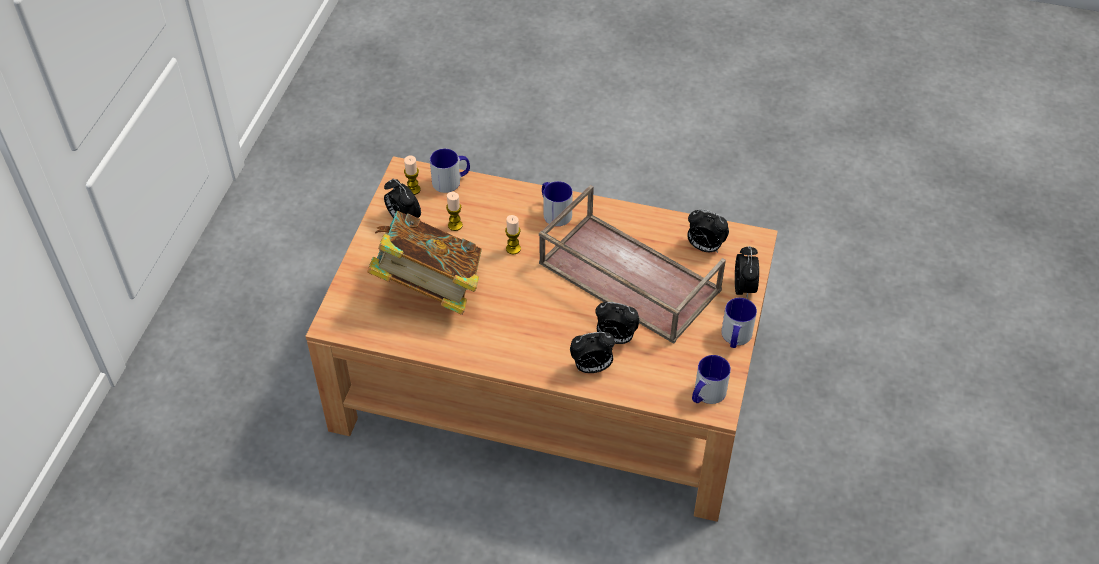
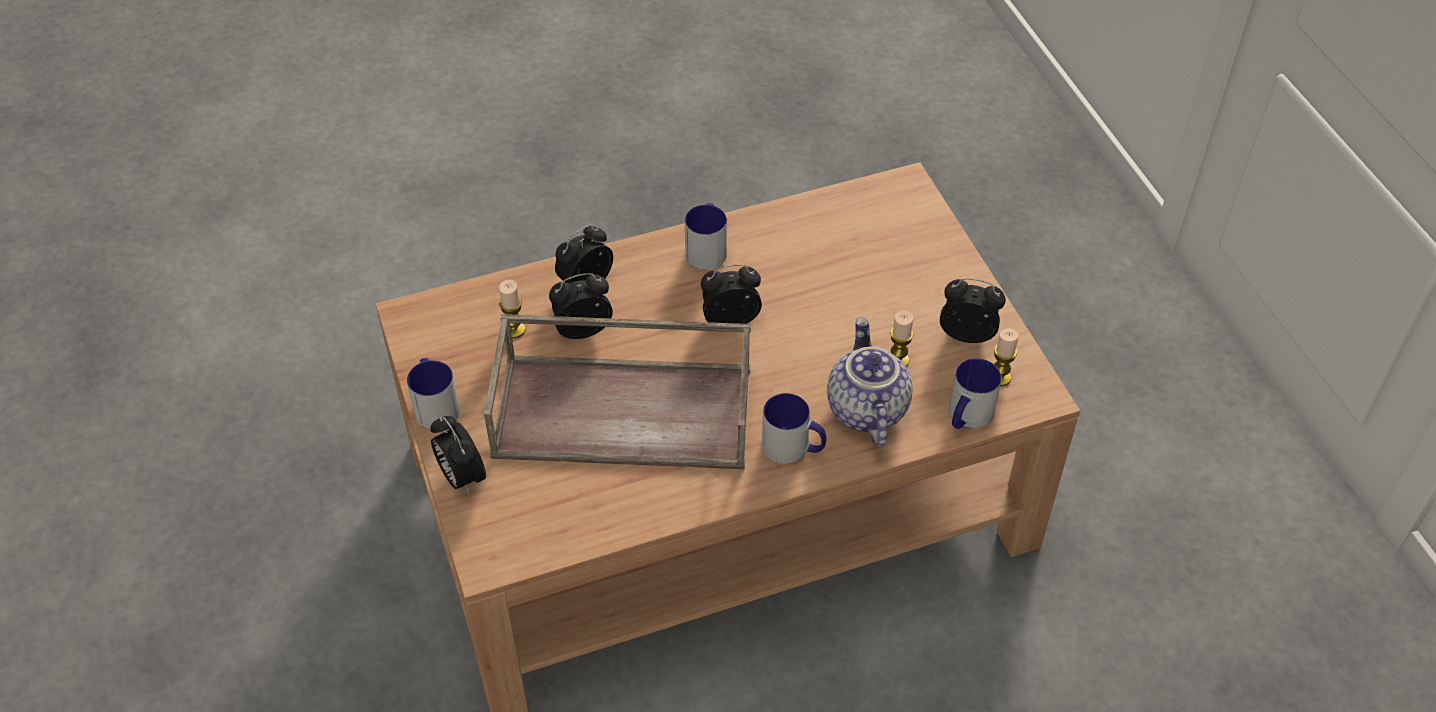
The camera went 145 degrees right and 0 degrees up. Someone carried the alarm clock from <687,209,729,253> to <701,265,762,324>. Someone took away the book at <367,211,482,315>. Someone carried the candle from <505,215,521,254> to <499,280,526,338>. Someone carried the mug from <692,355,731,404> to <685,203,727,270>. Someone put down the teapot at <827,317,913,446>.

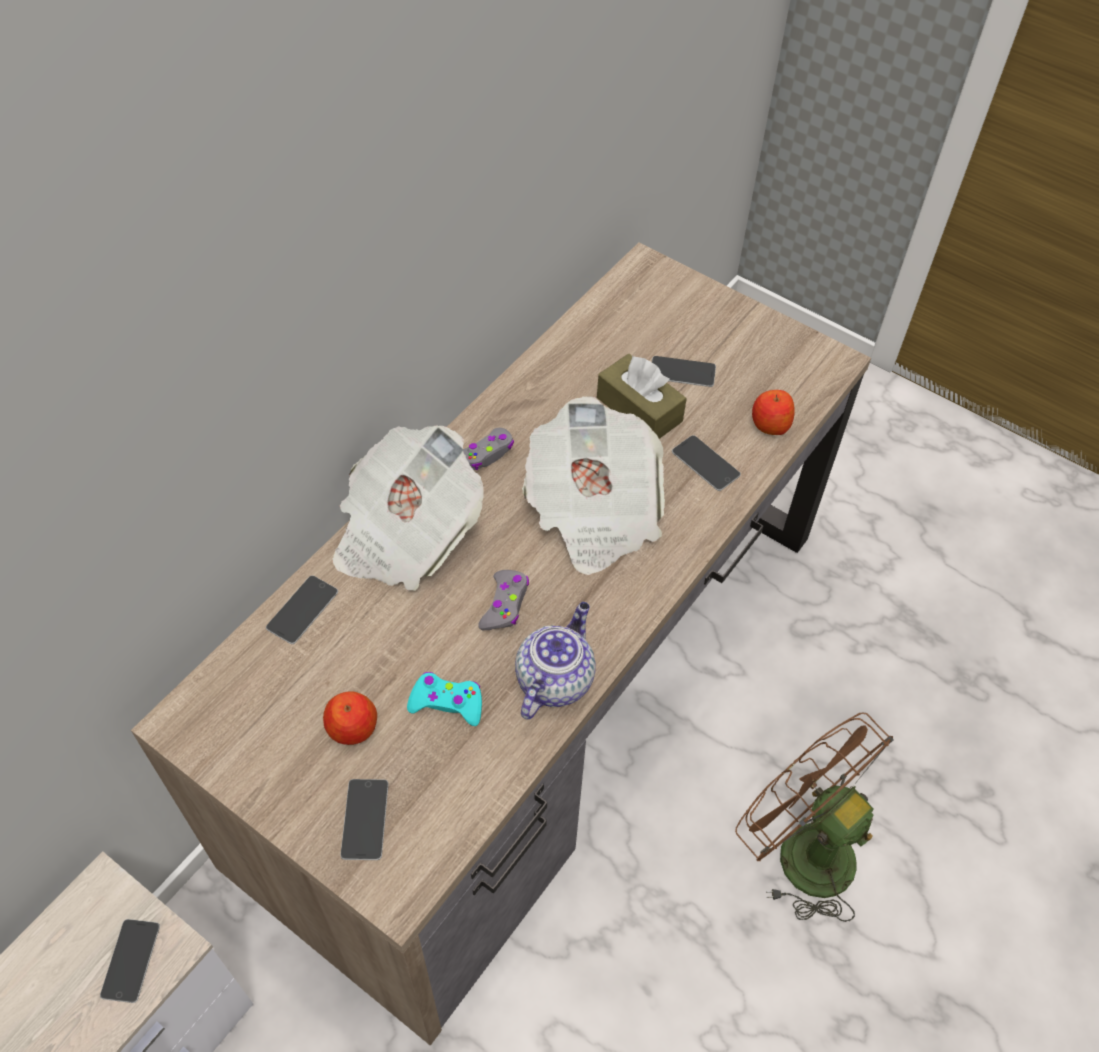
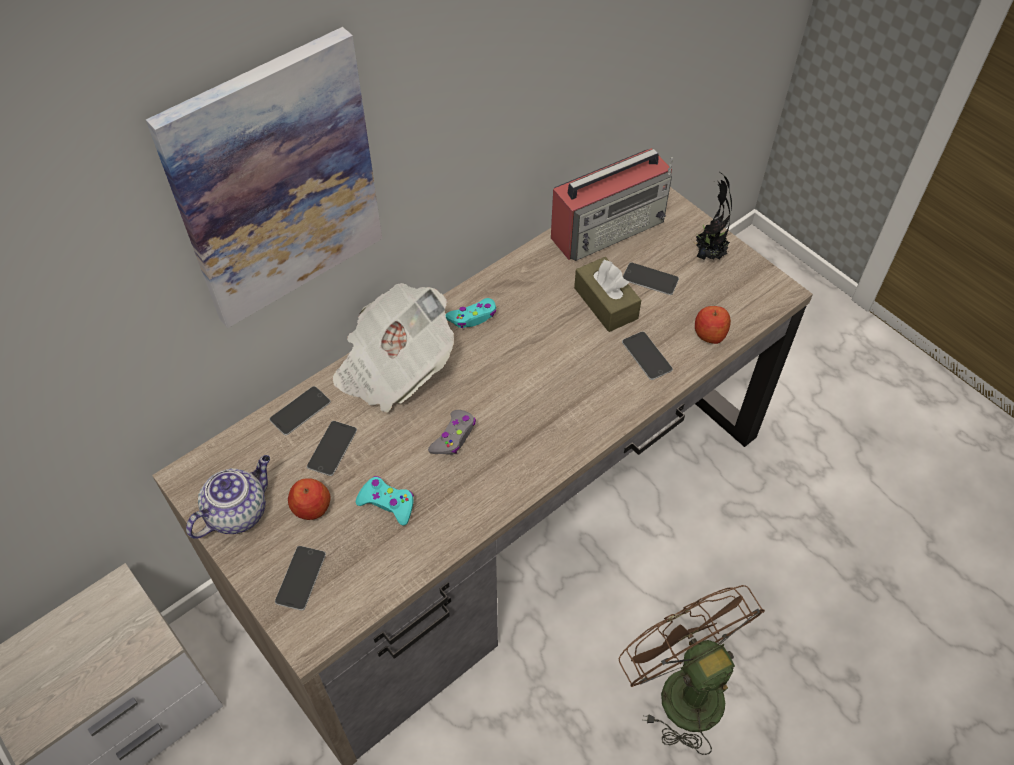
The camera went 15 degrees right and 0 degrees up. Someone took away the newspaper at <522,396,665,575>. Someone repainted the game controller (grey) at <463,428,514,470>, which became the game controller (turquoise) at <446,298,496,328>. Someone carried the teapot from <515,602,596,719> to <186,455,270,539>. Someone carried the phone from <100,919,160,1003> to <307,421,357,476>. Someone put up the picture at <146,27,382,328>. Someone put down the radio at <551,148,673,261>. Someone put down the potted plant at <694,171,732,260>.

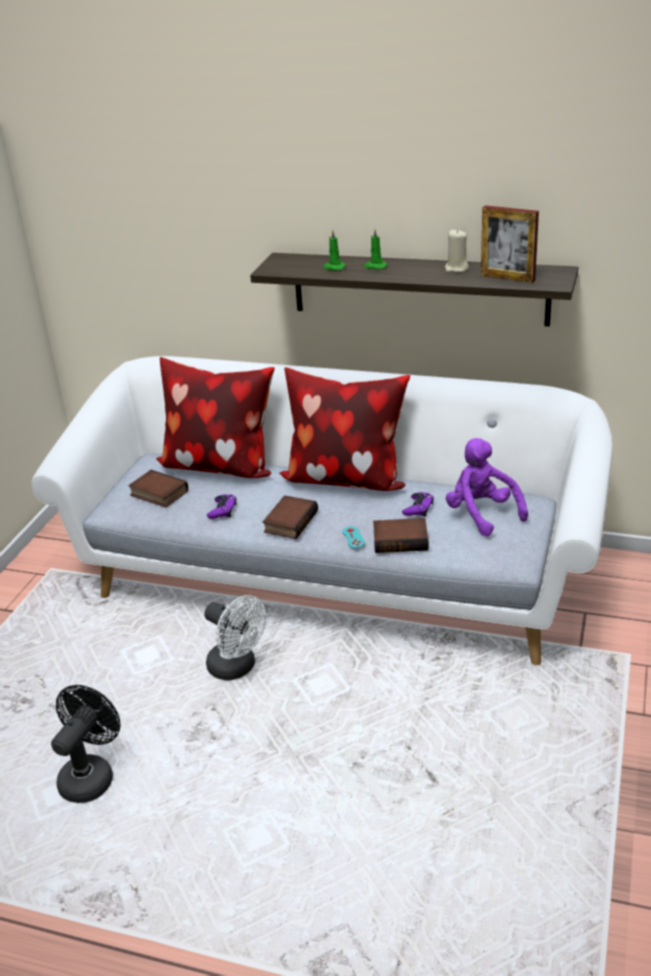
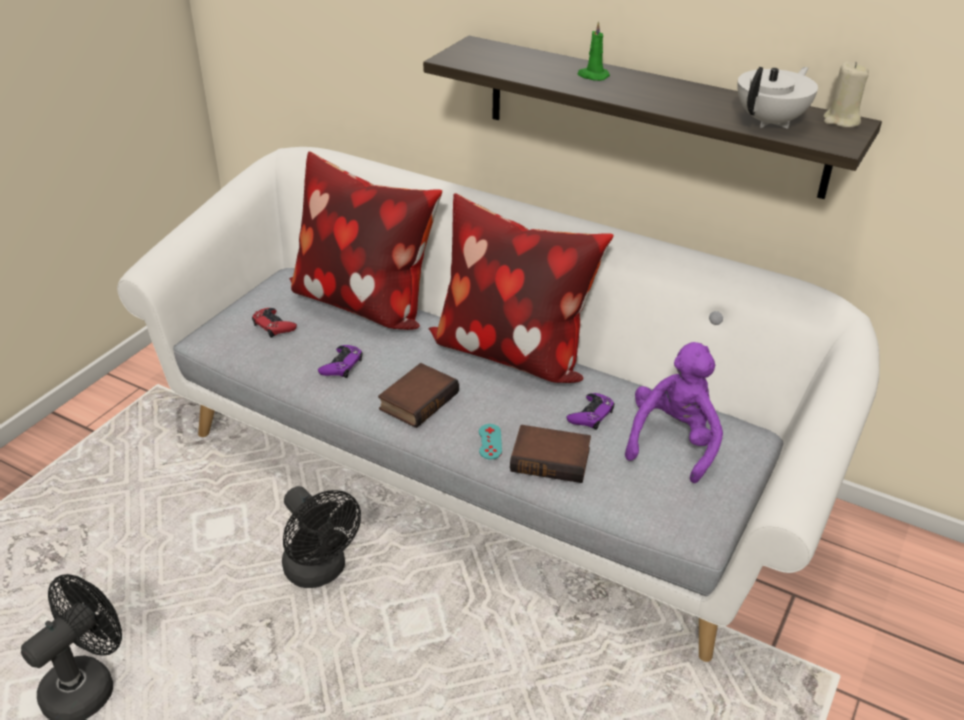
The camera went 10 degrees right and 5 degrees up. Someone swapped the picture frame at <481,205,539,283> for the teapot (white) at <737,67,818,129>. Someone carried the candle (beige) from <445,229,469,272> to <823,61,869,127>. Someone took away the candle (green) at <323,230,346,270>. Someone rotated the plush toy (purple) at <446,438,528,536> by 45 degrees clockwise. Someone swapped the book at <128,470,188,507> for the game controller (red) at <252,308,297,338>. Someone repainted the fan (white) at <204,595,266,681>, which became the fan (black) at <282,486,361,588>.

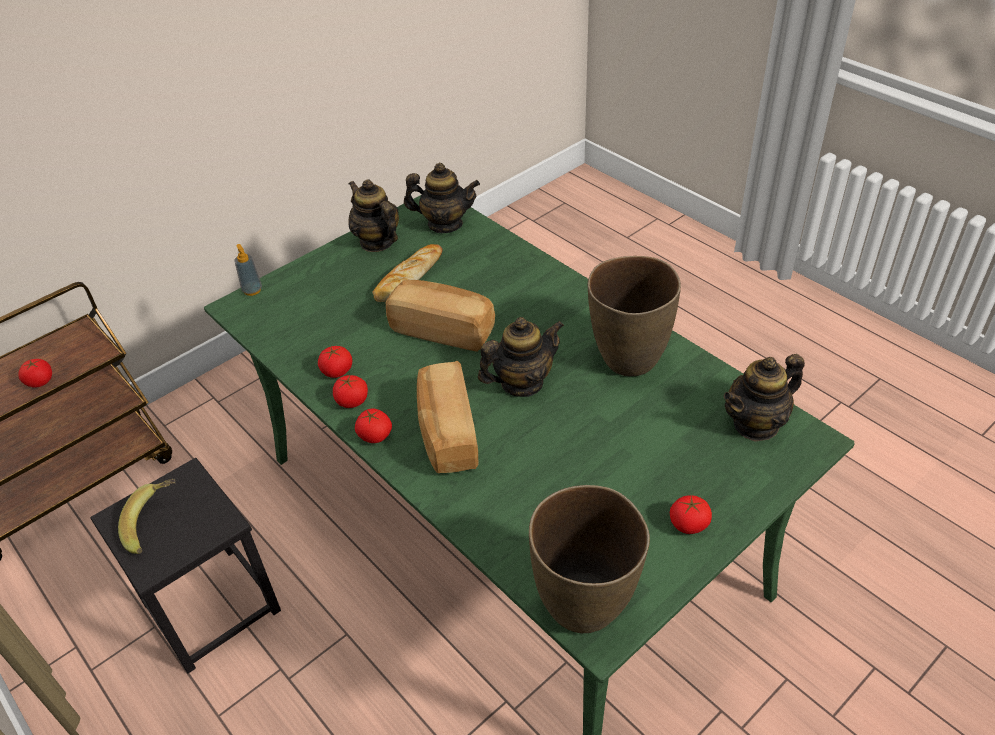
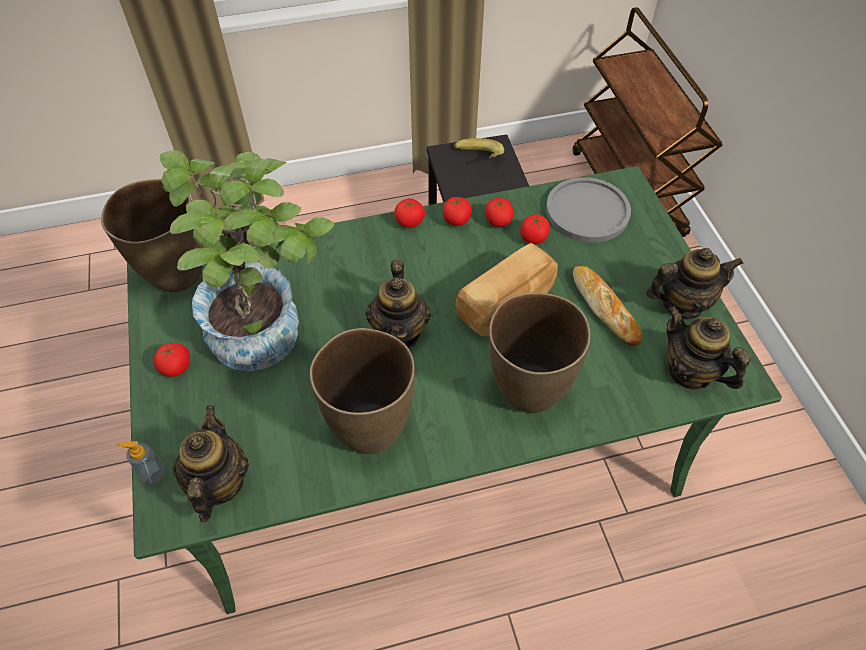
The camera went 115 degrees right and 10 degrees up. Someone rotated the teapot at <404,163,480,233> by 105 degrees clockwise. Someone carried the soap dispenser from <234,244,262,296> to <117,441,166,485>. Someone carried the tomato from <18,359,52,388> to <520,214,550,244>. Someone took away the bread at <417,361,478,473>. Someone put down the potted plant at <160,150,334,372>. Someone put down the plate (grey) at <546,177,631,242>. Someone put down the vase (brown) at <489,293,591,413>.

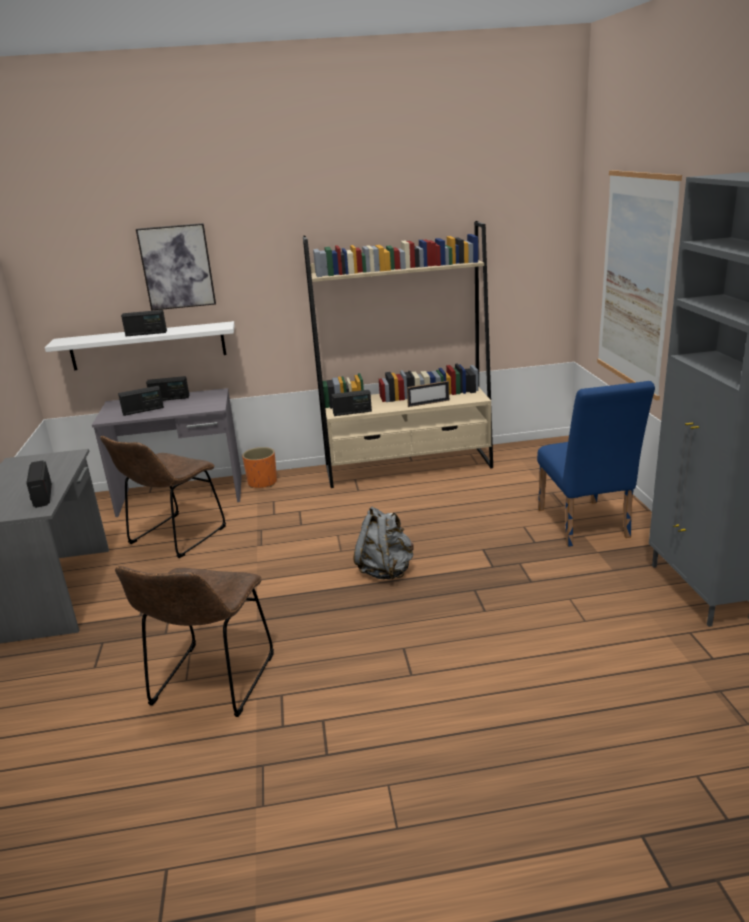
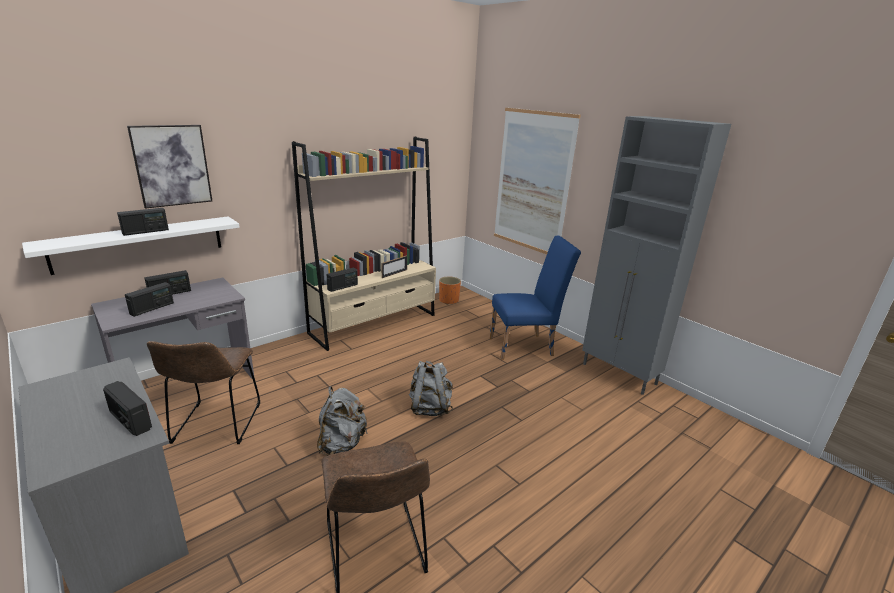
The camera went 35 degrees left and 0 degrees up. Someone rotated the chair (blue) at <537,381,655,547> by 60 degrees counterclockwise. Someone carried the planter (orange) from <242,447,277,488> to <439,276,461,305>. Someone put down the backpack (grey) at <317,386,368,456>.

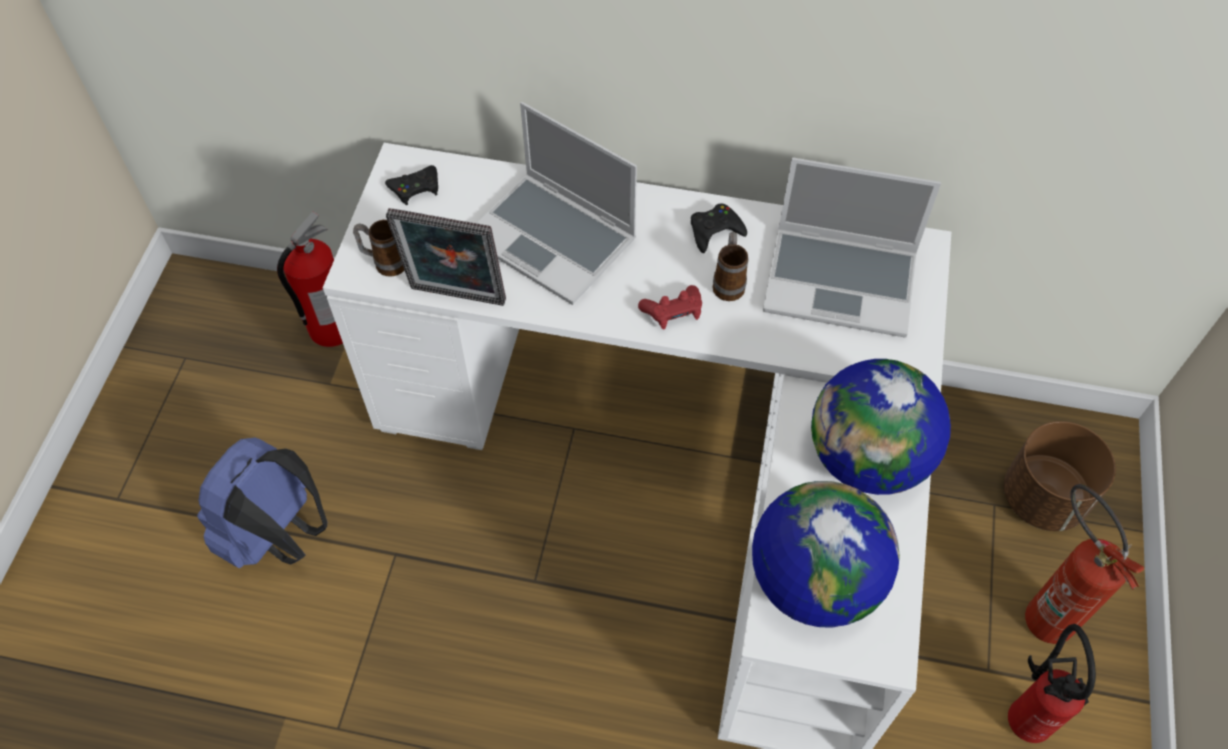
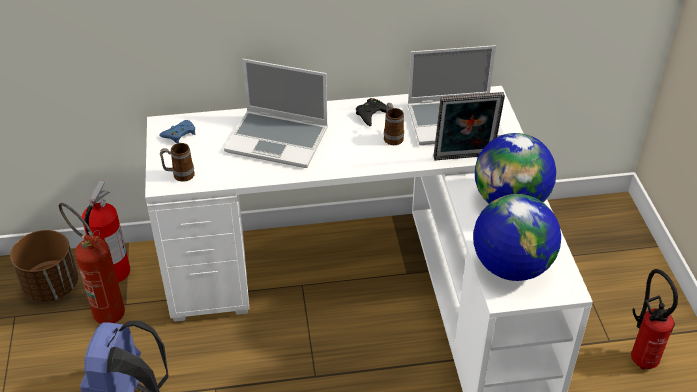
The camera went 20 degrees left and 15 degrees down. Someone repainted the game controller (black) at <385,165,438,205>, which became the game controller (blue) at <159,120,195,143>. Someone carried the picture frame from <386,208,506,306> to <433,92,505,161>. Someone took away the game controller (red) at <638,285,702,330>. Someone carried the planter (brown) from <1004,421,1116,531> to <10,230,78,302>. Someone carried the fire extinguisher from <1025,484,1144,644> to <59,203,125,324>.

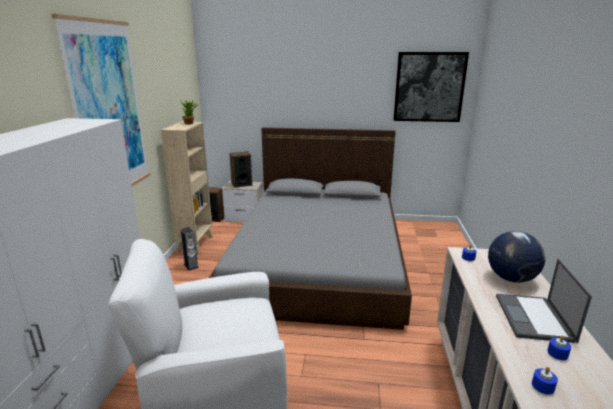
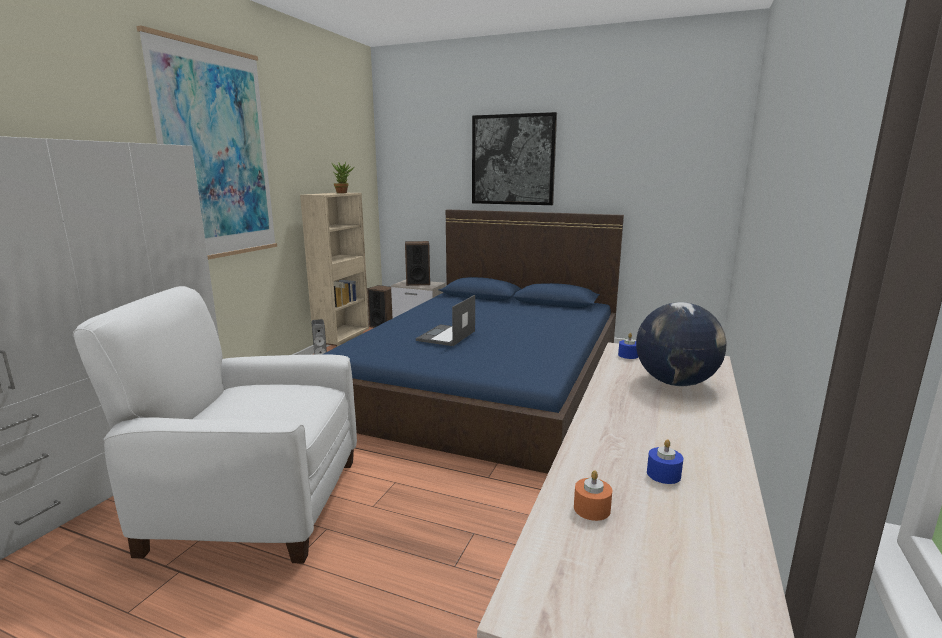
The camera went 15 degrees right and 5 degrees down. Someone carried the picture from <393,52,469,122> to <472,112,557,205>. Someone repainted the bed (grey) at <209,127,412,330>, which became the bed (blue) at <323,210,624,474>. Someone carried the laptop from <496,259,592,343> to <416,295,475,346>. Someone repainted the candle (blue) at <532,367,558,395>, which became the candle (orange) at <574,470,612,521>.

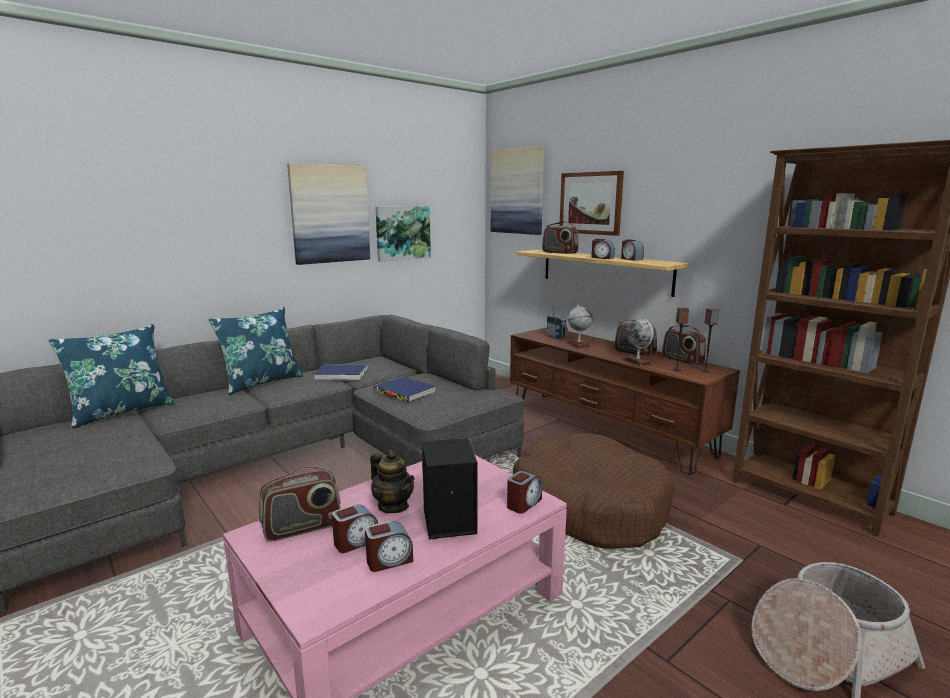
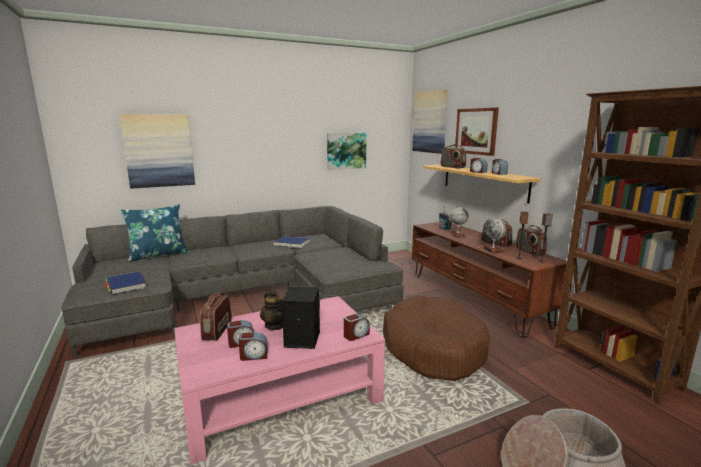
The camera went 15 degrees right and 0 degrees up. Someone carried the picture from <287,163,370,265> to <119,114,195,189>. Someone took away the pillow (blue) at <208,307,303,395>. Someone carried the book (blue) from <374,376,436,402> to <106,271,146,294>. Someone rotated the radio at <259,466,341,541> by 105 degrees clockwise.

